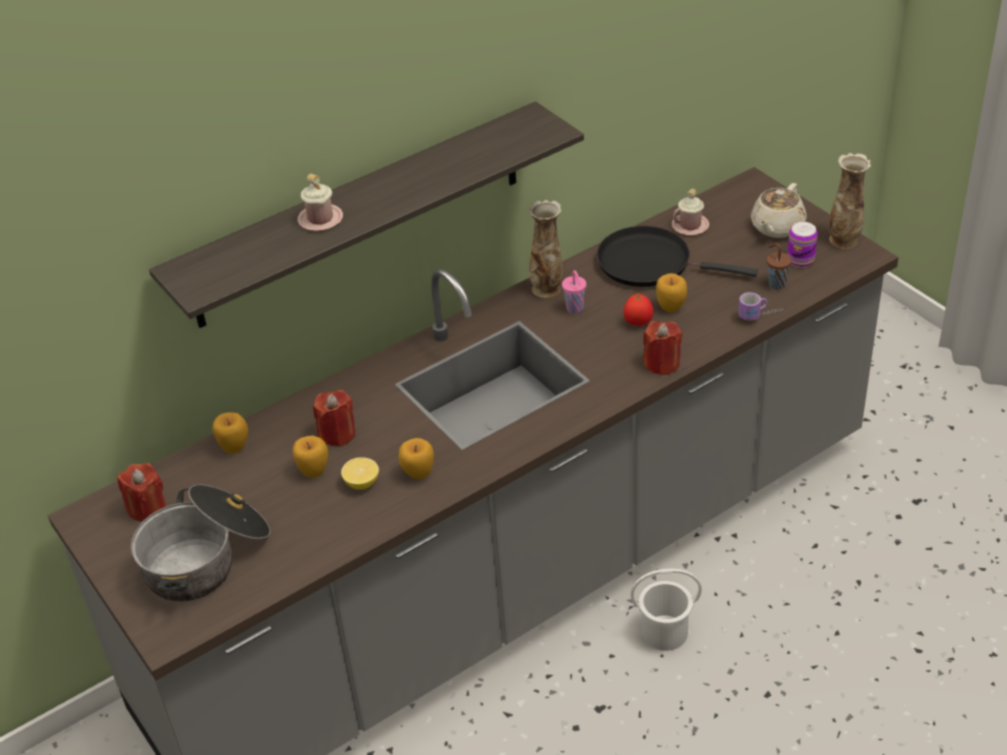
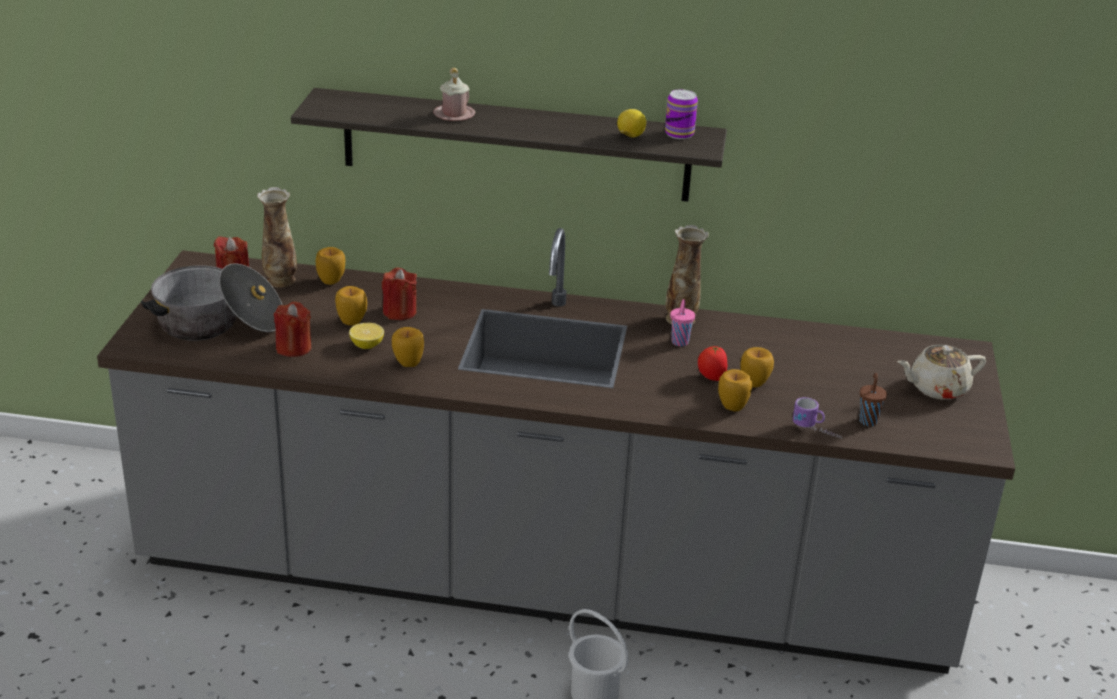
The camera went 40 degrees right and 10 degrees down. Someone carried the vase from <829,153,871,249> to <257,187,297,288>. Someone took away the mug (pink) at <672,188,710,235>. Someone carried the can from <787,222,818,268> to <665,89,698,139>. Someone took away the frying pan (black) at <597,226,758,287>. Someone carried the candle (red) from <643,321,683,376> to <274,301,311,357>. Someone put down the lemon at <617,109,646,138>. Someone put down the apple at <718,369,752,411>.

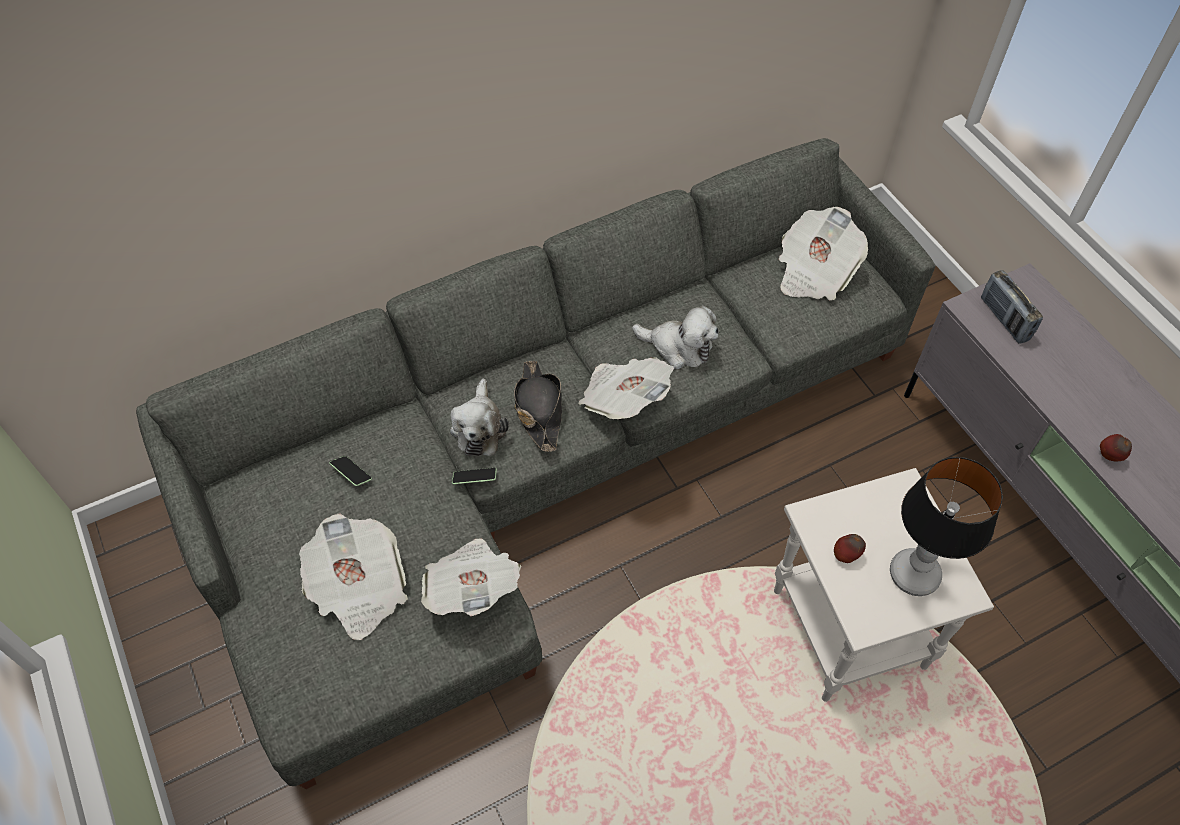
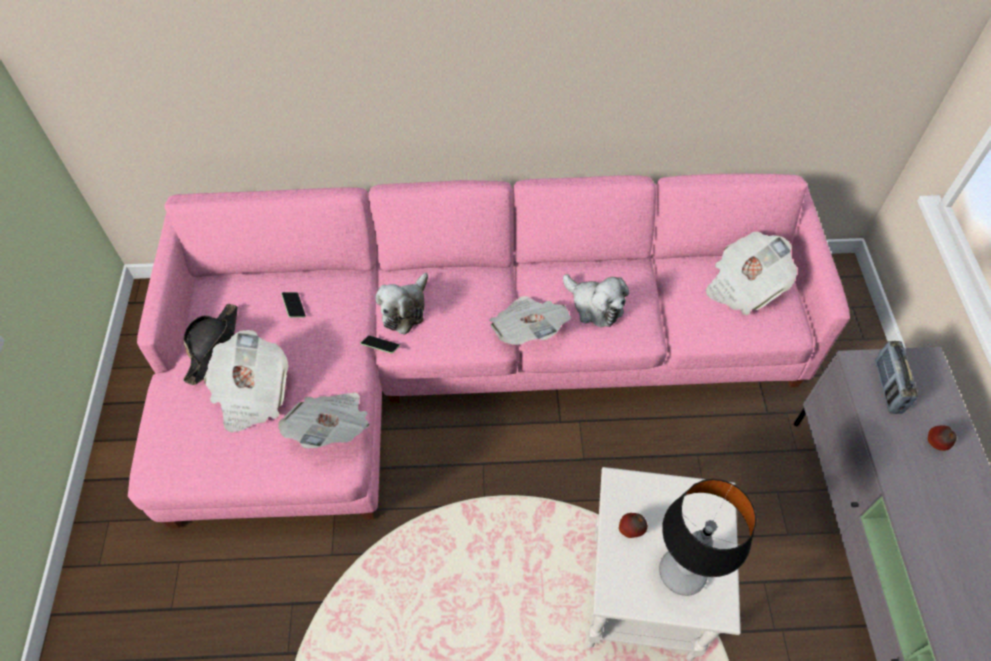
The camera went 25 degrees right and 0 degrees up. Someone repainted the sofa (grey) at <136,138,935,789>, which became the sofa (pink) at <128,174,850,528>. Someone carried the hat (black) from <514,361,562,452> to <183,304,238,385>. Someone carried the apple from <1100,434,1132,461> to <928,425,957,451>.

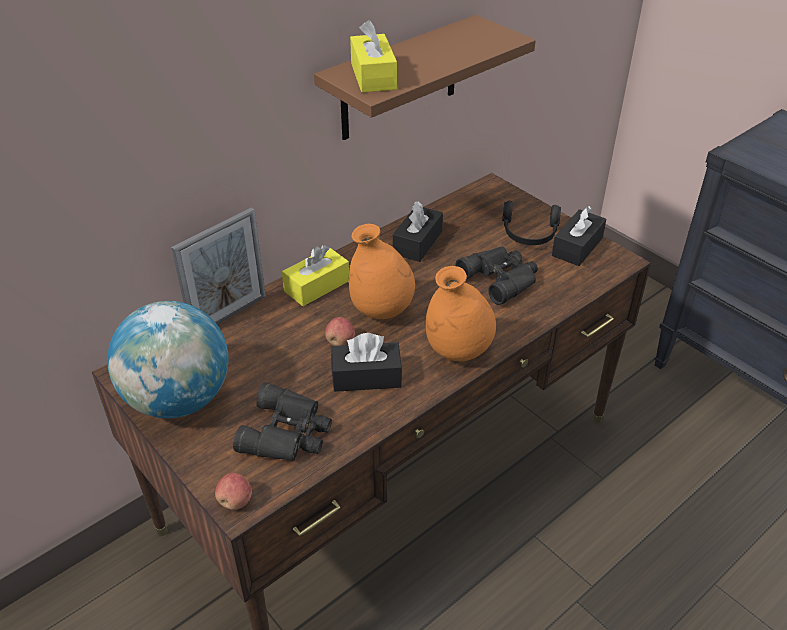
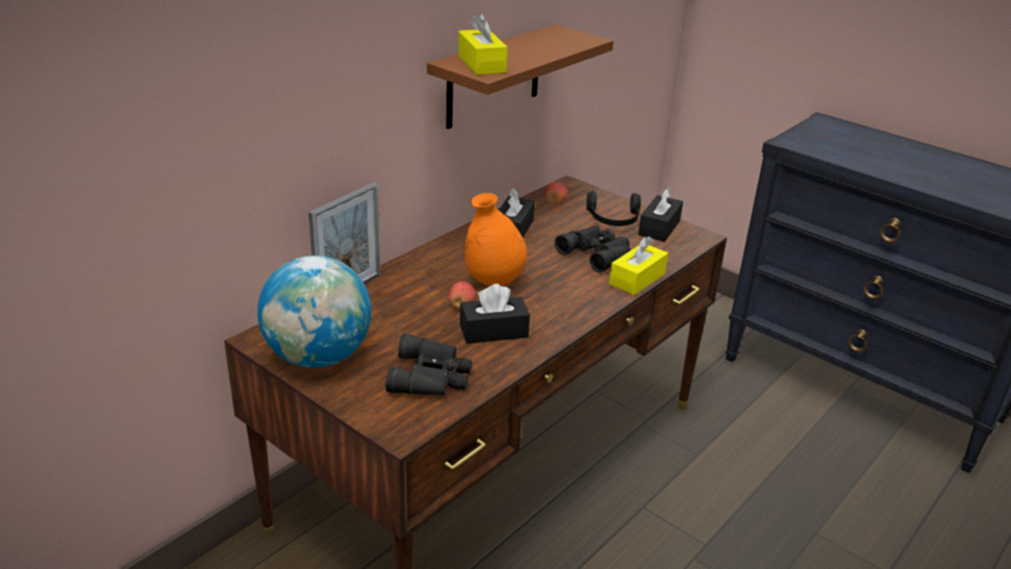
The camera went 10 degrees left and 10 degrees down. Someone carried the tissue box (yellow) from <282,245,349,306> to <609,236,668,295>. Someone took away the vase (orange) at <426,266,496,361>. Someone carried the apple from <215,473,252,510> to <545,182,568,204>.

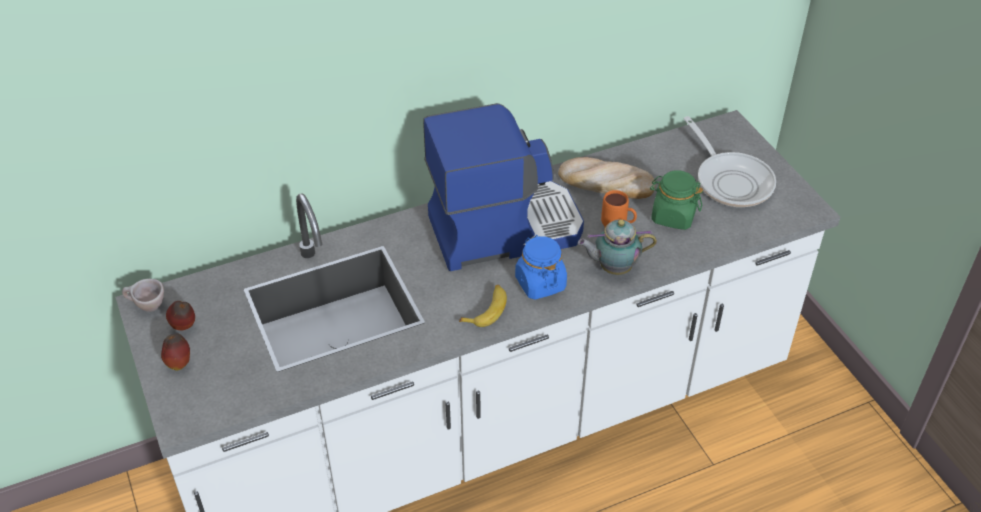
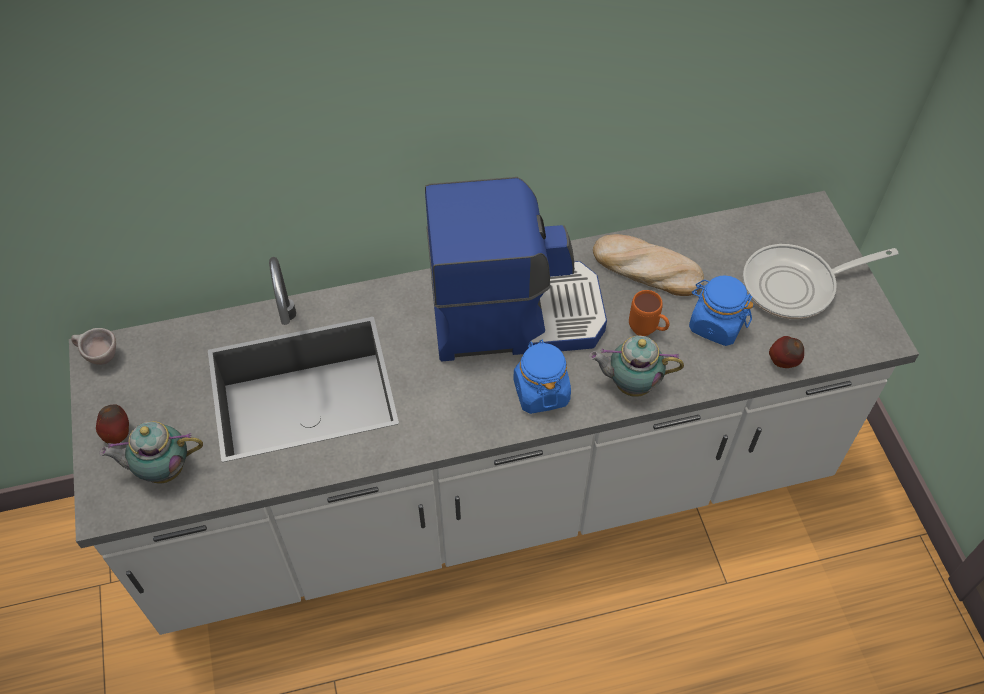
The camera went 10 degrees right and 10 degrees up. Someone rotated the frying pan at <684,116,776,207> by 90 degrees clockwise. Someone repainted the jar (green) at <650,170,703,230>, which became the jar (blue) at <689,275,754,346>. Someone took away the banana at <459,285,507,327>. Someone carried the apple from <166,301,195,330> to <769,336,804,368>. Someone put down the teapot at <99,421,203,484>.

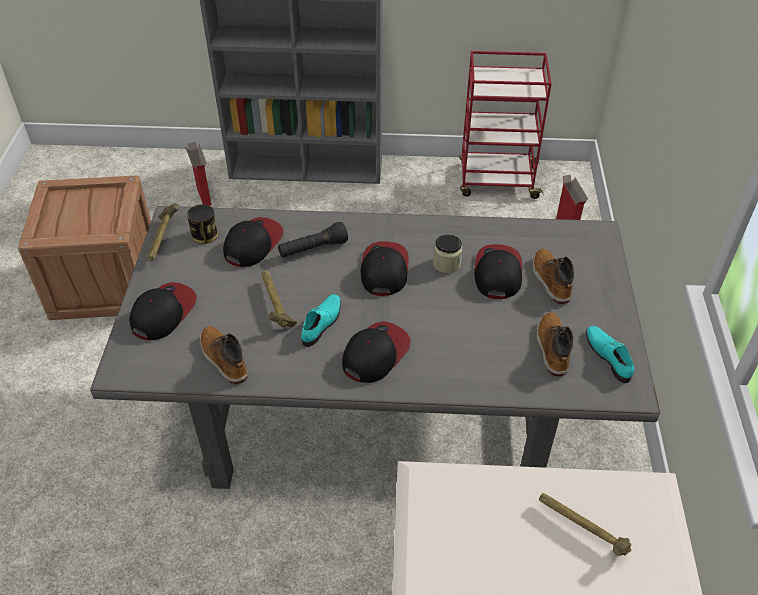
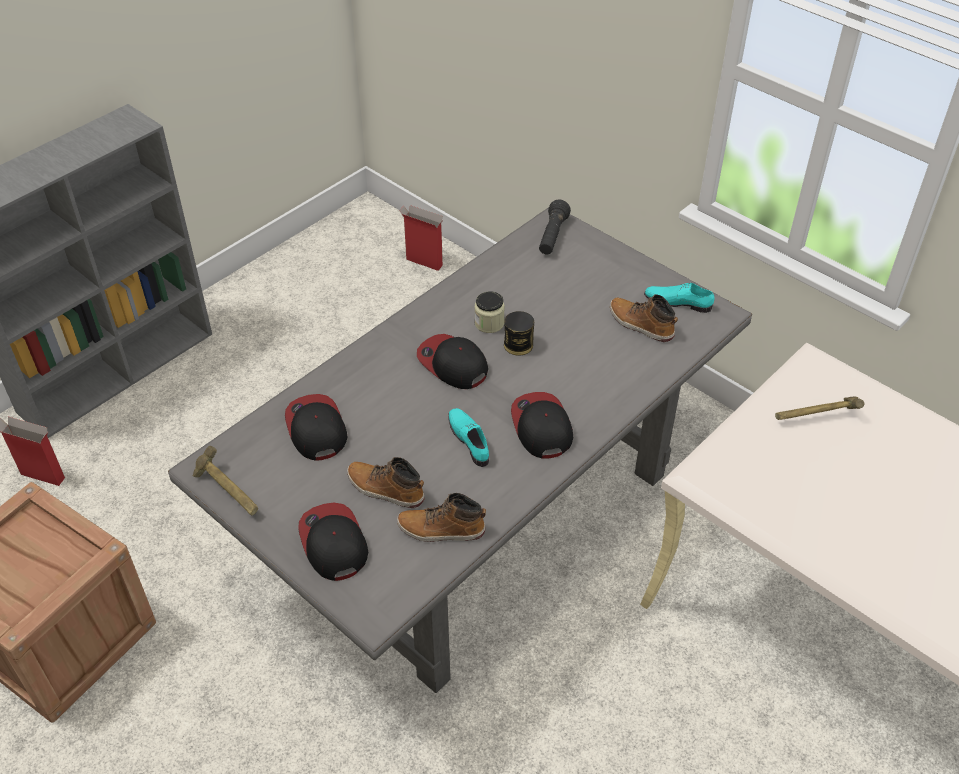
The camera went 50 degrees left and 0 degrees up. Someone took away the cart (red) at <459,51,552,199>. Someone carried the can from <187,204,218,244> to <504,311,534,356>. Someone carried the flashlight (black) from <278,222,348,258> to <539,200,571,254>. Someone took away the cap at <474,244,522,299>. Someone carried the boot from <533,249,574,304> to <347,457,425,508>. Someone took away the hammer at <261,270,297,327>.

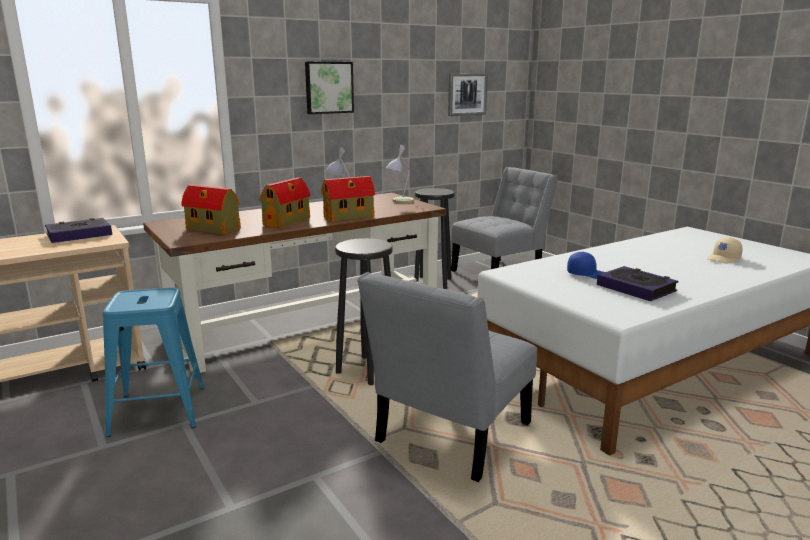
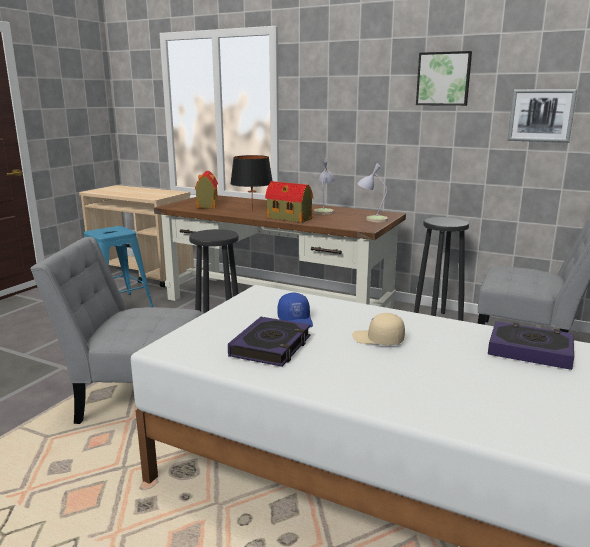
The camera went 60 degrees right and 0 degrees up. Someone carried the picture from <305,62,354,114> to <416,51,472,106>. Someone swapped the toy house at <259,177,310,228> for the table lamp (black) at <230,155,273,211>. Someone carried the book from <45,218,112,243> to <488,321,574,370>. Someone carried the cap (beige) from <706,237,743,264> to <352,313,405,345>.

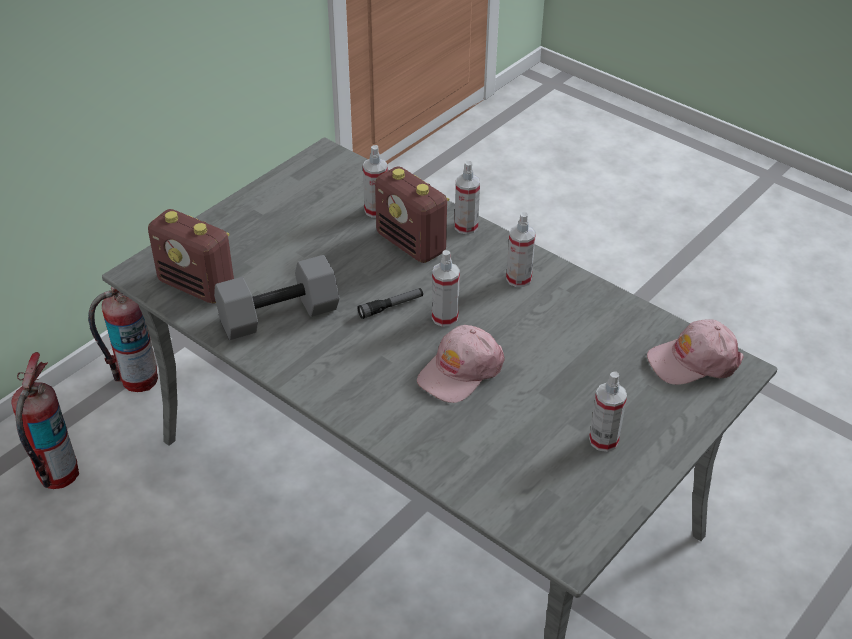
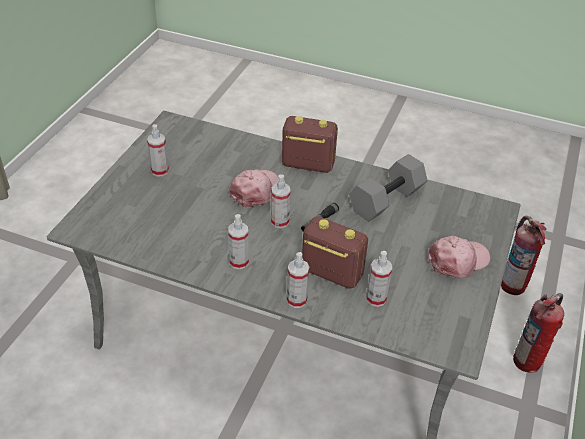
The camera went 160 degrees right and 0 degrees up. Someone carried the radio from <148,209,234,304> to <282,116,338,173>. Someone carried the cap (pink) from <647,319,744,385> to <428,236,490,279>.

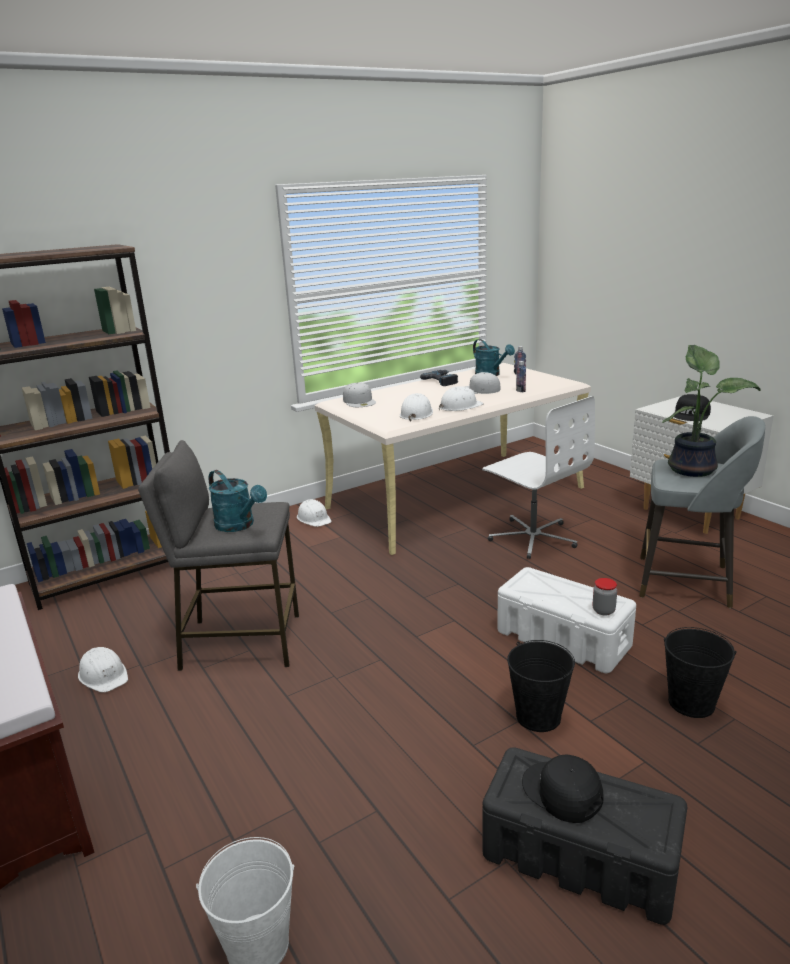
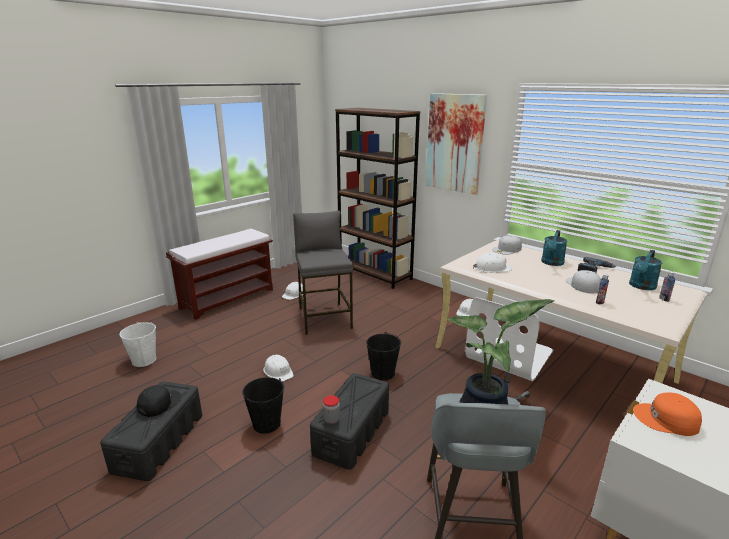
The camera went 75 degrees right and 0 degrees up. Someone carried the hard hat (white) from <439,386,484,411> to <263,355,294,381>. Someone repainted the cap (black) at <674,394,711,421>, which became the cap (orange) at <633,393,702,436>. Someone carried the watering can (turquoise) from <209,470,267,532> to <541,230,567,266>. Someone repainted the storage box (white) at <497,567,636,673>, which became the storage box (black) at <310,373,389,470>. Someone carried the bucket (black) from <664,627,736,718> to <366,332,401,380>. Someone put up the picture at <426,93,487,195>.

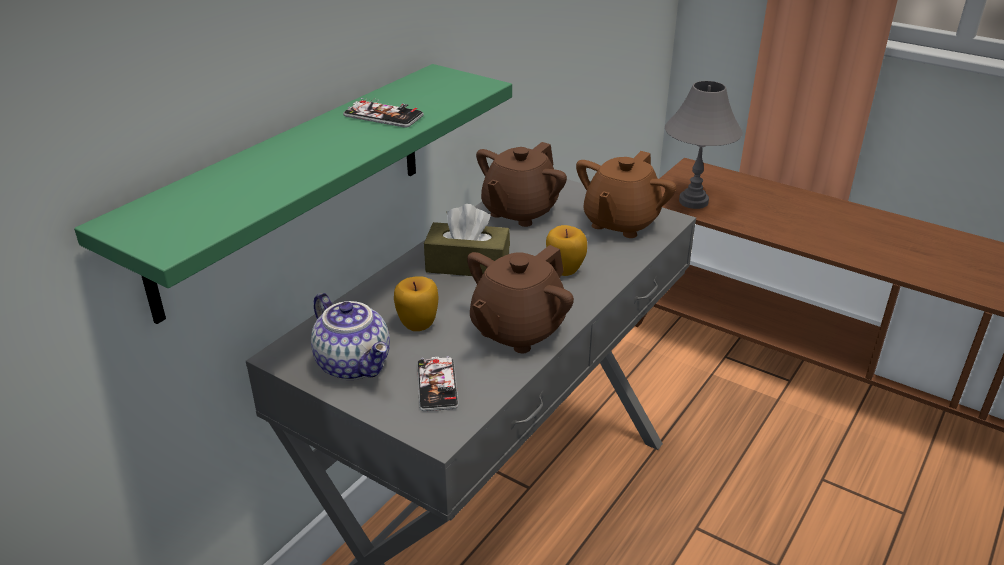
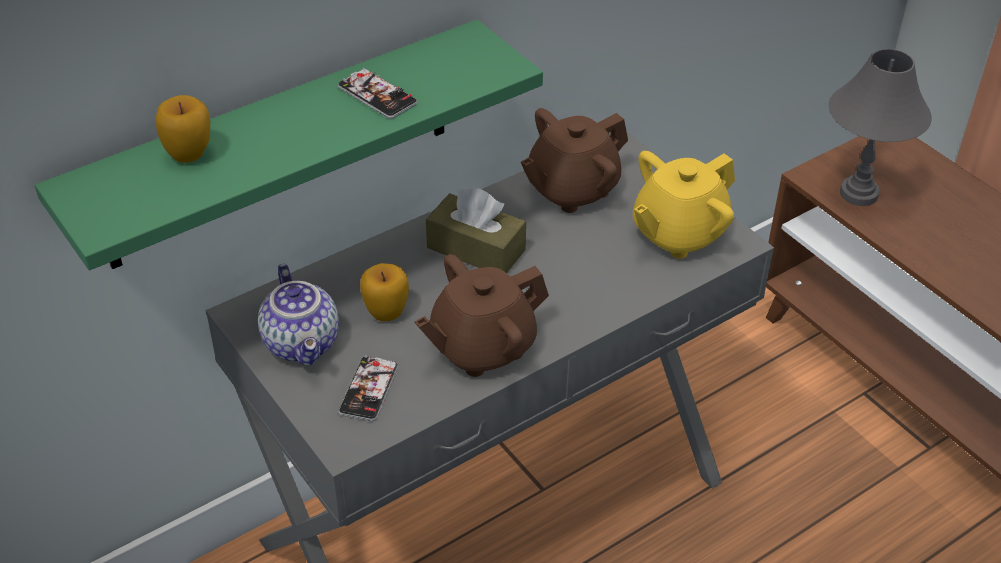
The camera went 20 degrees right and 10 degrees up. Someone repainted the teapot (brown) at <576,151,676,238>, which became the teapot (yellow) at <633,151,735,259>. Someone carried the apple from <546,225,587,276> to <155,95,210,163>.

